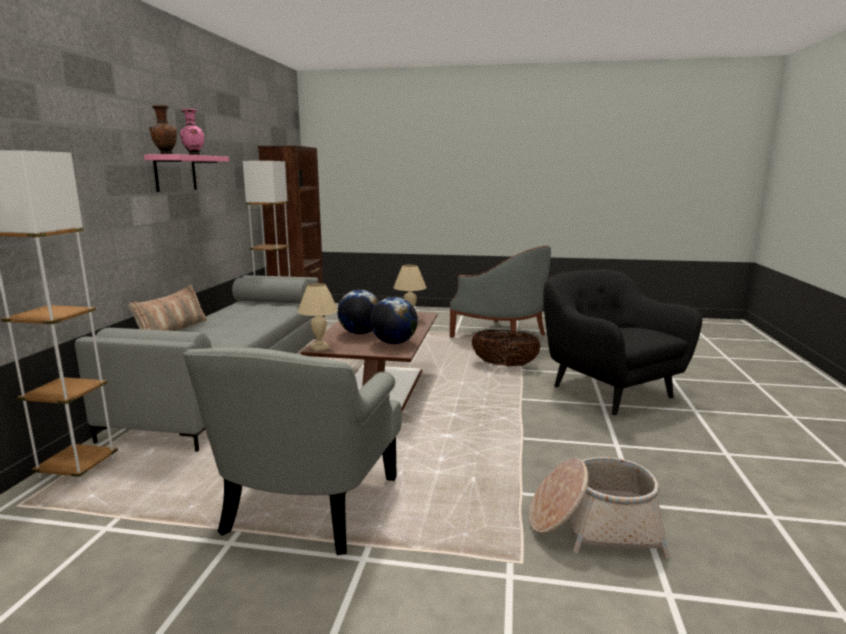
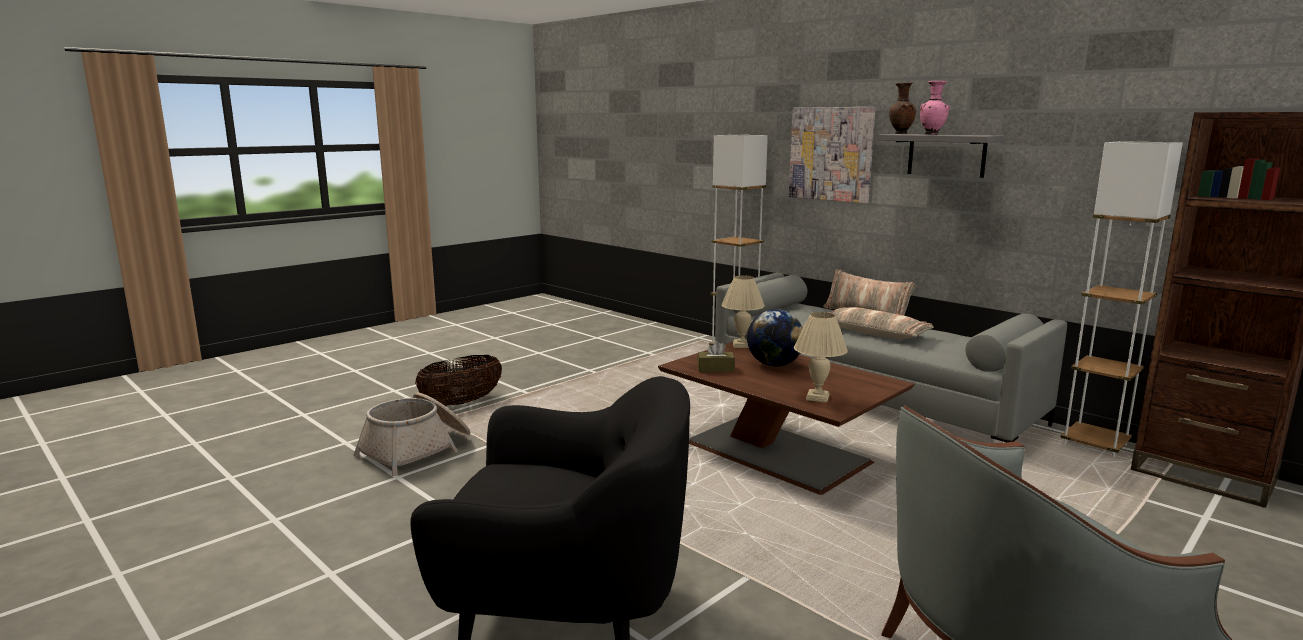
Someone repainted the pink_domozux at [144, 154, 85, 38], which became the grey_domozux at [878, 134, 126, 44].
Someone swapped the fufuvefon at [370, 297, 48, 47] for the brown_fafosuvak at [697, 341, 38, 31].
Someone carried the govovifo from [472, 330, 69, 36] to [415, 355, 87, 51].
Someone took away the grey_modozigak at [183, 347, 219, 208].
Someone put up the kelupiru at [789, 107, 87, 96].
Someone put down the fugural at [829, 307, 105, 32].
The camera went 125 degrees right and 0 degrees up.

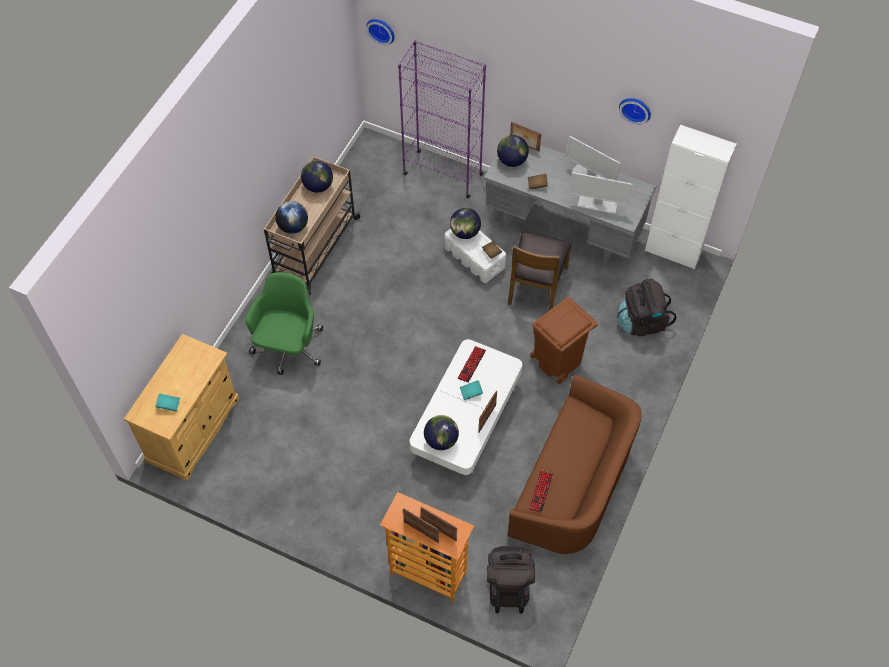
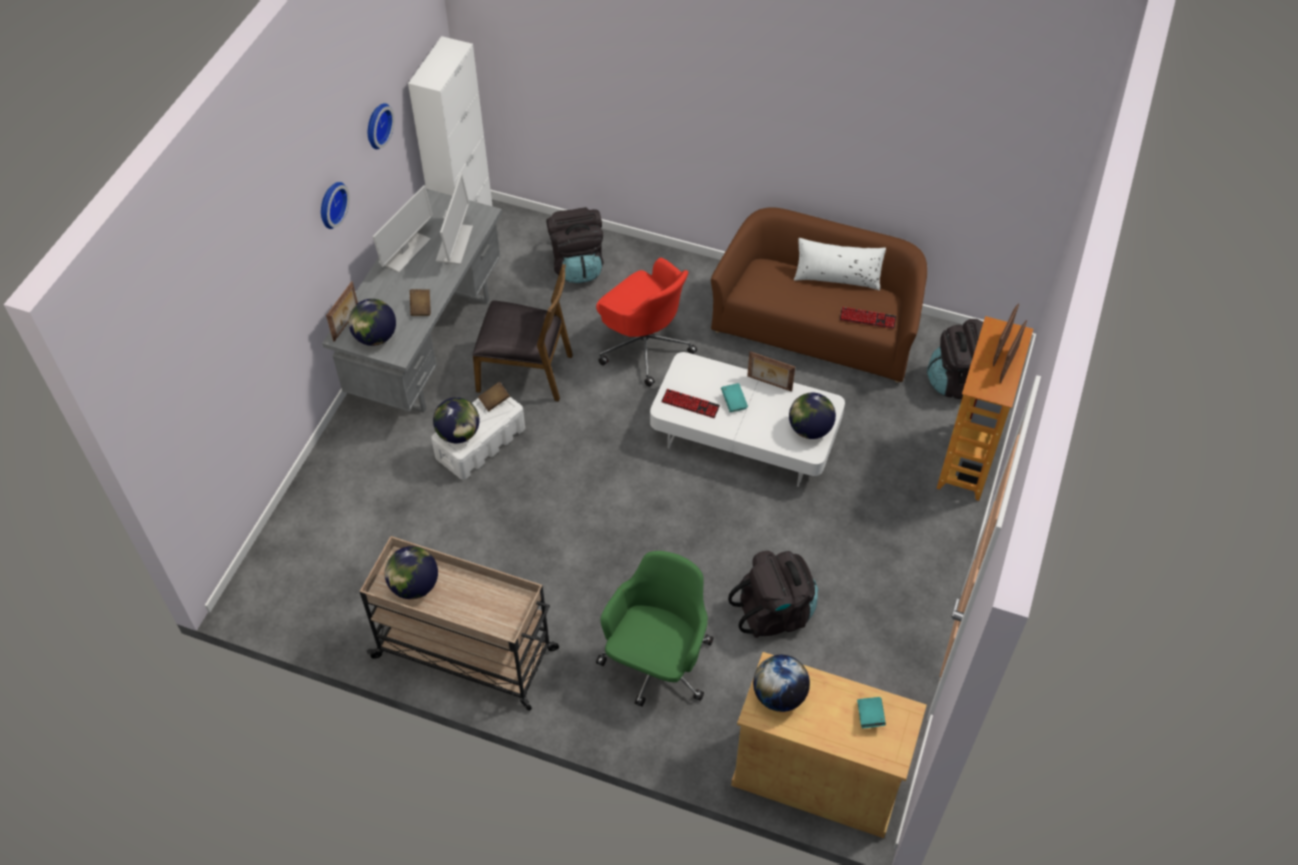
Someone carried the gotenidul from [366, 19, 29, 26] to [321, 182, 29, 47].
Someone took away the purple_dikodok at [398, 40, 88, 158].
Someone carried the fufuvefon from [275, 201, 33, 33] to [753, 655, 57, 57].
Someone rotated the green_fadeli at [245, 272, 78, 103] by 105 degrees clockwise.
Someone swapped the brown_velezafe at [530, 297, 68, 87] for the red_fadeli at [596, 258, 101, 129].
Someone put down the white_fugural at [794, 238, 92, 53].
Someone put down the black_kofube at [728, 551, 90, 87].
The camera went 95 degrees left and 5 degrees down.

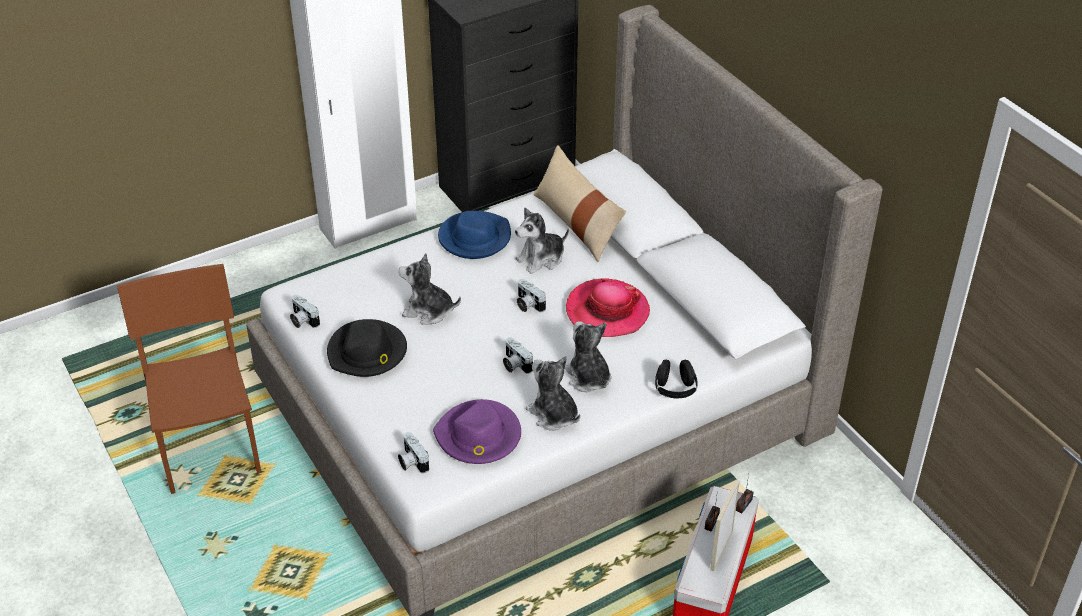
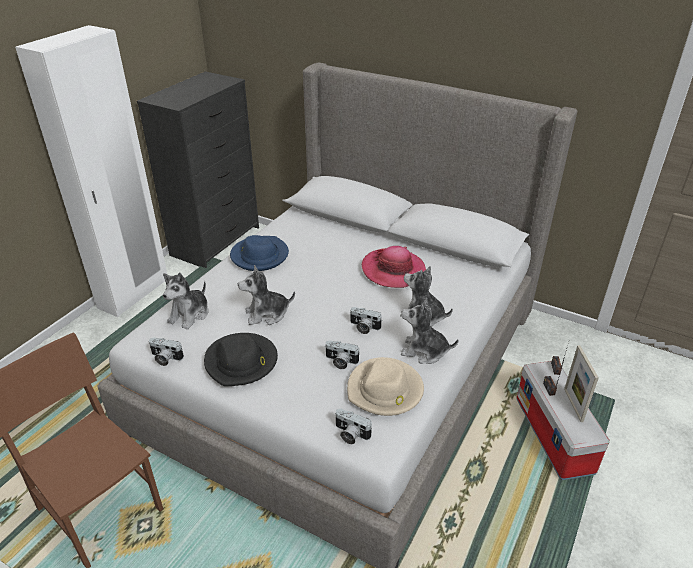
Someone took away the beige_fugural at [533, 145, 93, 117].
Someone carried the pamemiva from [515, 208, 54, 66] to [163, 273, 46, 57].
Someone carried the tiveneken from [517, 279, 29, 33] to [325, 341, 35, 28].
Someone took away the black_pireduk at [655, 360, 43, 39].
Someone repainted the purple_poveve at [433, 399, 88, 65], which became the beige_poveve at [347, 357, 77, 59].
The camera went 30 degrees left and 5 degrees down.

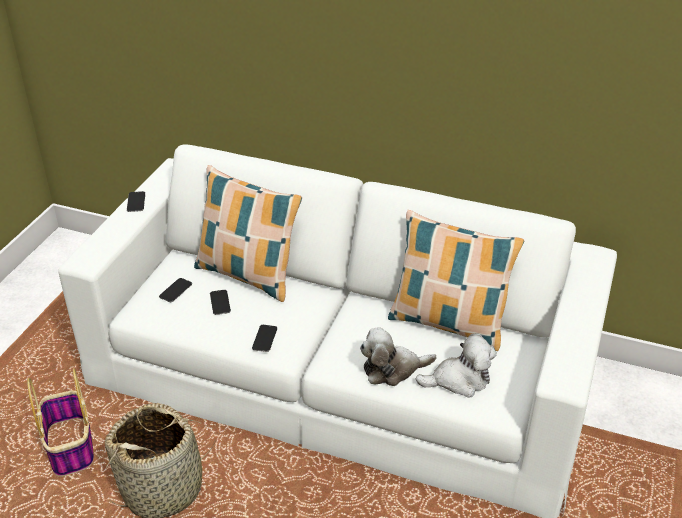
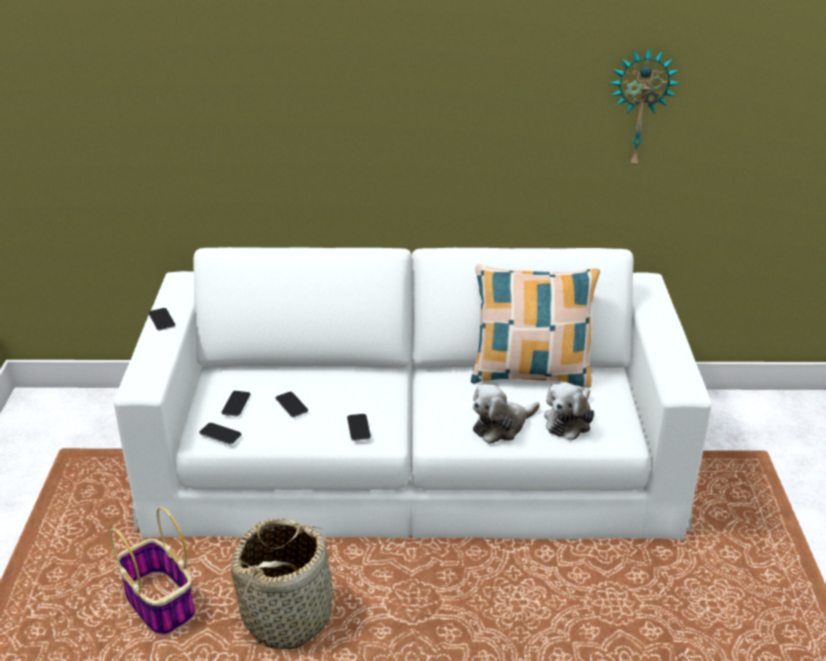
Someone took away the fugural at [194, 165, 108, 137].
Someone rotated the pamemiva at [416, 333, 81, 65] by 150 degrees clockwise.
Someone put up the gotenidul at [610, 47, 70, 122].
Someone put down the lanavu at [199, 423, 43, 22].
The camera went 20 degrees left and 5 degrees down.

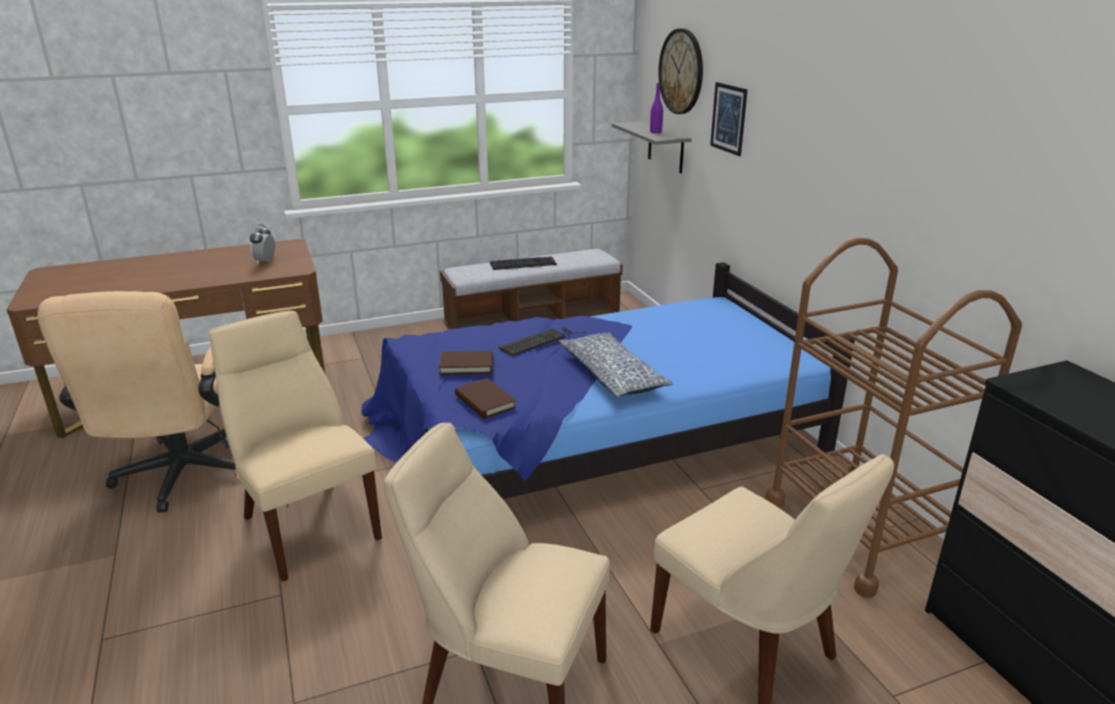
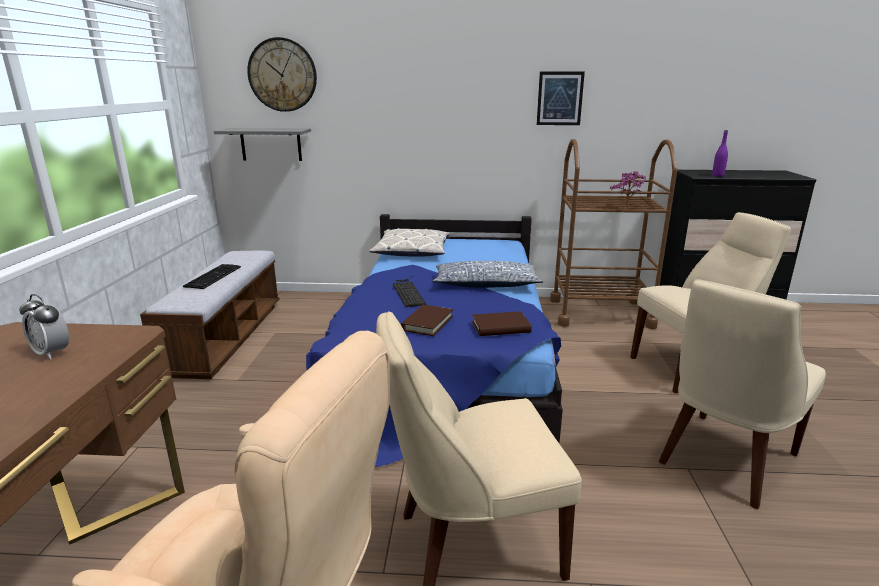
Someone carried the kelupiru from [710, 82, 38, 74] to [537, 72, 48, 53].
Someone carried the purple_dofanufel from [650, 83, 13, 50] to [712, 130, 16, 47].
Someone put down the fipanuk at [610, 171, 36, 37].
Someone put down the fugural at [369, 228, 81, 28].
The camera went 65 degrees left and 5 degrees down.

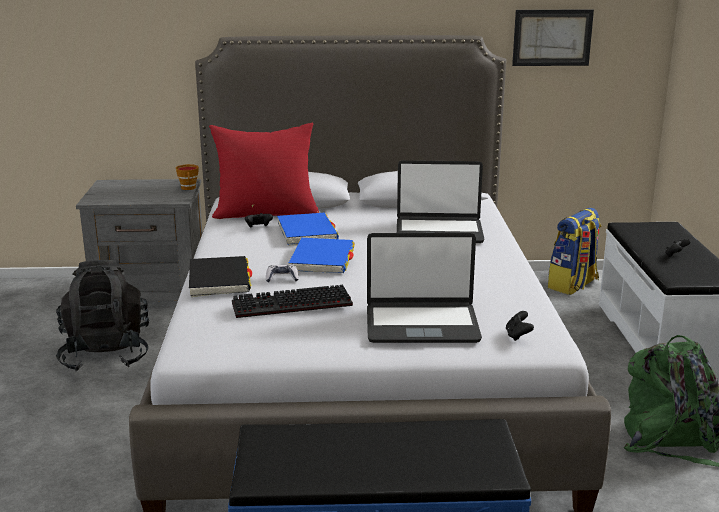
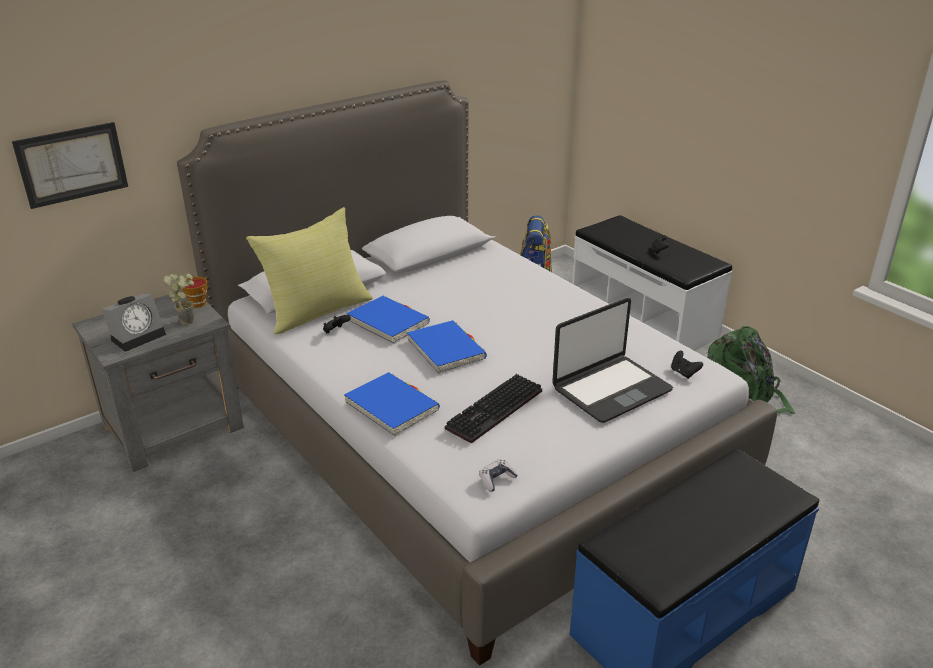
Someone carried the kelupiru from [512, 9, 82, 57] to [12, 122, 116, 87].
Someone repainted the red_fugural at [209, 123, 111, 96], which became the yellow_fugural at [246, 207, 127, 127].
Someone took away the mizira at [397, 160, 88, 83].
Someone repainted the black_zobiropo at [189, 256, 63, 41], which became the blue_zobiropo at [344, 372, 96, 64].
Someone took away the black_kofube at [56, 260, 93, 111].
Someone carried the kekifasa from [266, 264, 33, 18] to [479, 459, 39, 33].
Someone put down the fipanuk at [164, 274, 30, 51].
Someone put down the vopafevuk at [101, 294, 65, 58].
The camera went 35 degrees left and 10 degrees up.

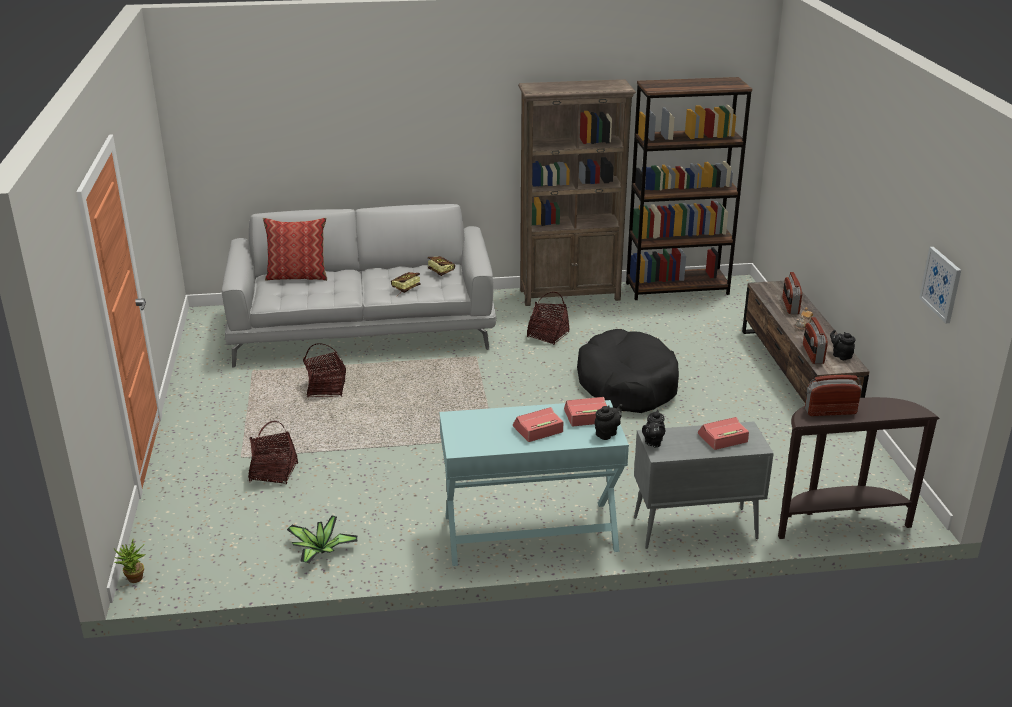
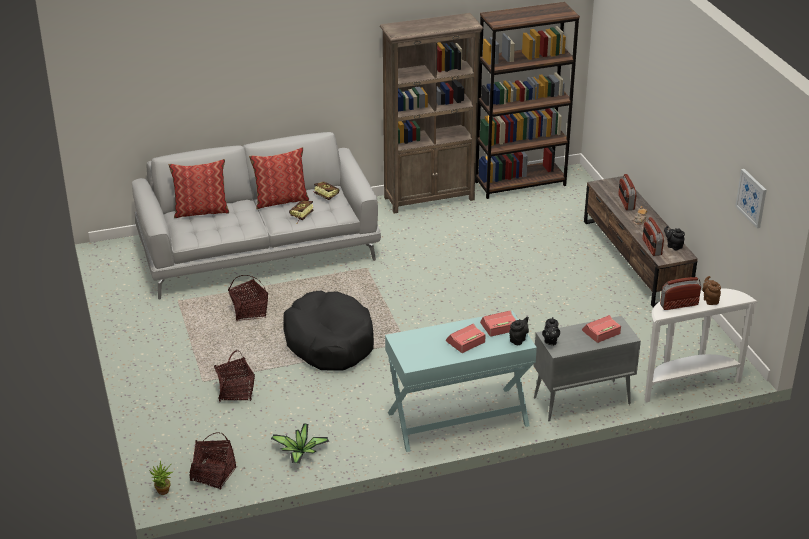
Someone carried the govovifo from [527, 292, 42, 53] to [189, 432, 47, 58].
Someone carried the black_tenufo from [577, 329, 102, 84] to [283, 290, 91, 81].
Someone repainted the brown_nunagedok at [778, 397, 162, 142], which became the white_nunagedok at [645, 288, 113, 114].
Someone put down the fugural at [249, 147, 60, 62].
Someone put down the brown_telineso at [702, 276, 19, 29].
The camera went 10 degrees left and 5 degrees up.

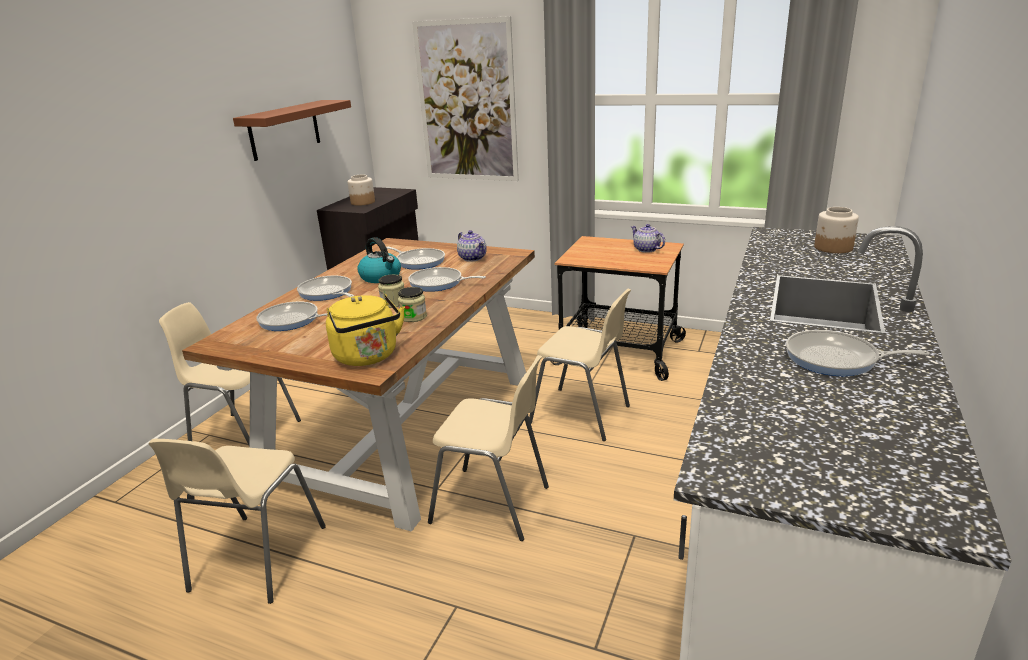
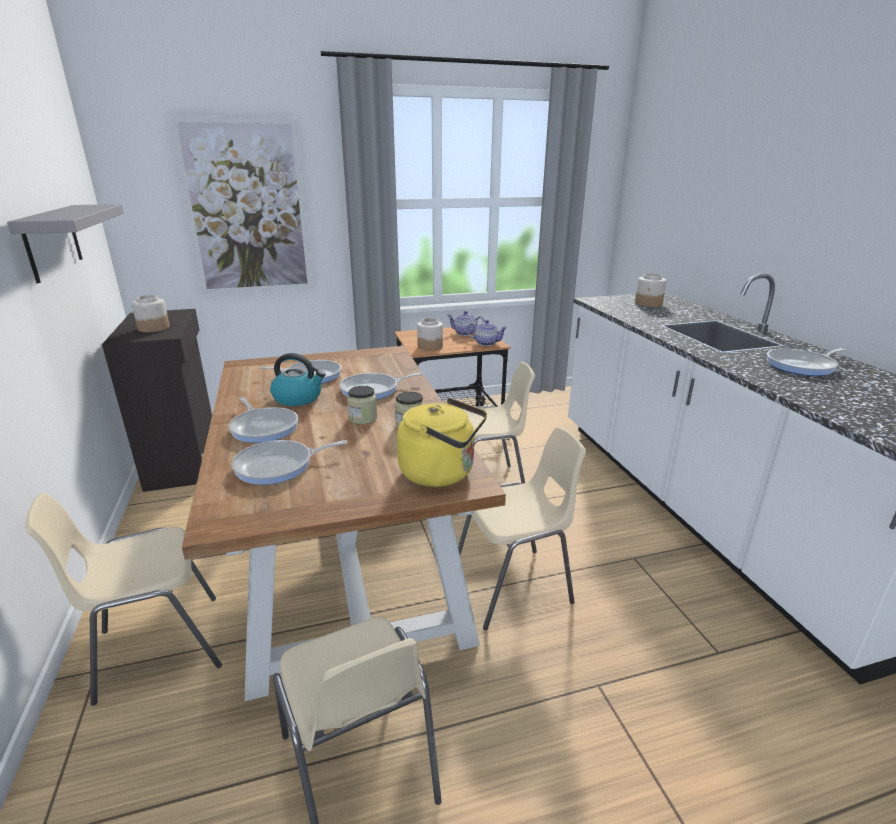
Someone repainted the brown_domozux at [233, 100, 118, 61], which became the grey_domozux at [7, 204, 117, 79].
Someone carried the telineso from [457, 230, 30, 32] to [467, 320, 41, 26].
Someone rotated the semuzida at [297, 276, 57, 25] by 135 degrees counterclockwise.
Someone put down the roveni at [417, 318, 26, 33].
The camera went 40 degrees left and 0 degrees up.

